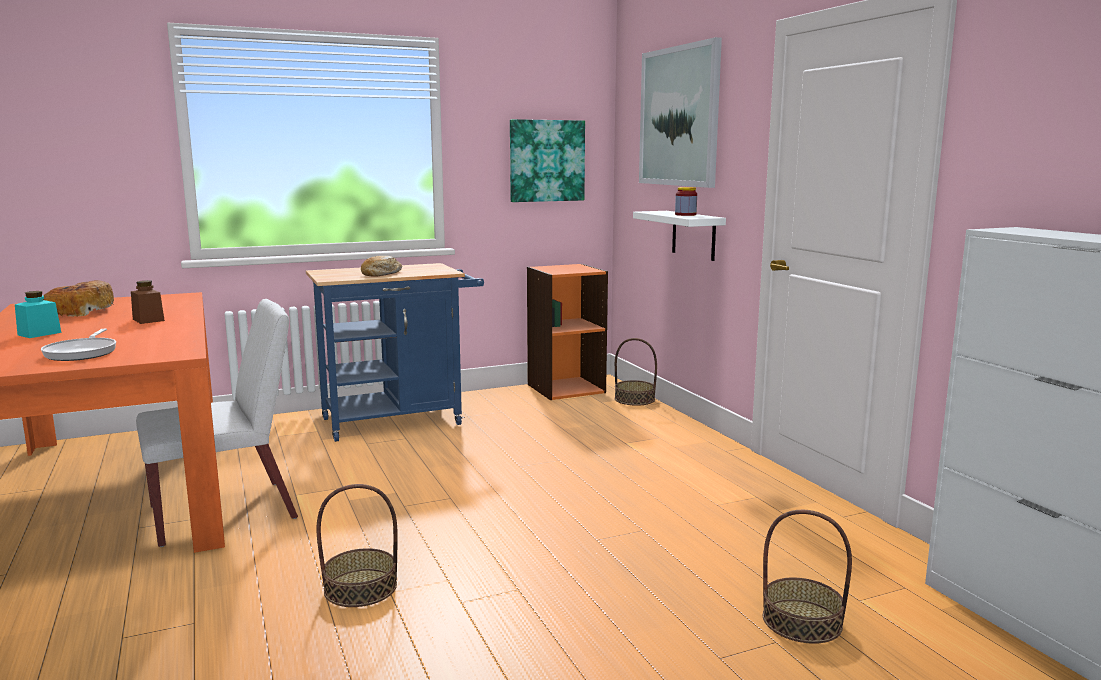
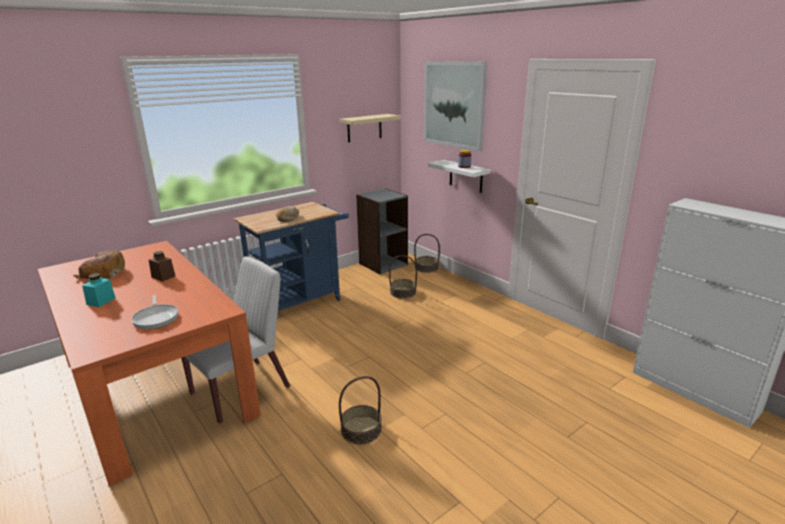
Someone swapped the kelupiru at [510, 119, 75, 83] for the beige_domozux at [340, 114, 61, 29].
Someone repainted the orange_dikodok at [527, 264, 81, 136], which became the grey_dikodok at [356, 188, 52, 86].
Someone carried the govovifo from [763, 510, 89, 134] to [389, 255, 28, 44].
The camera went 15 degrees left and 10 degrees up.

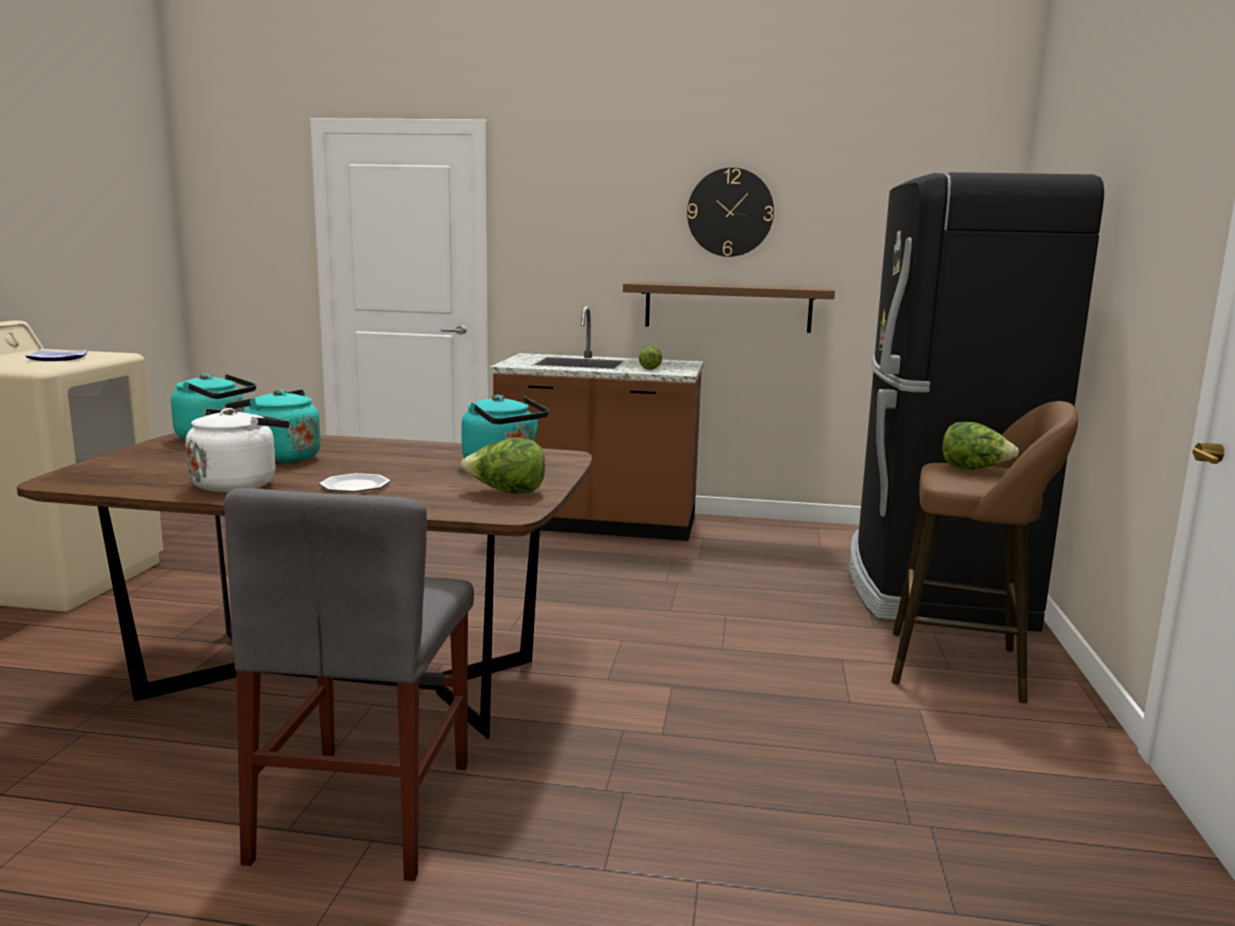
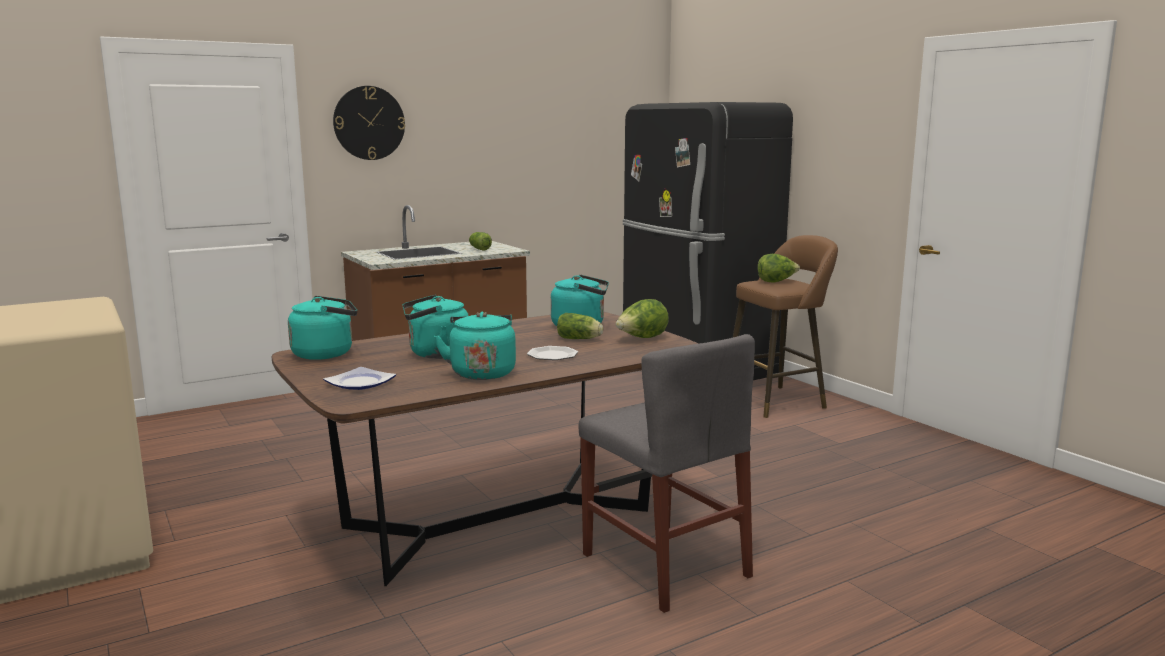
Someone carried the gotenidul from [687, 168, 87, 89] to [333, 86, 72, 74].
Someone took away the brown_domozux at [623, 281, 212, 52].
Someone carried the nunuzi from [26, 350, 62, 11] to [323, 367, 73, 23].
Someone repainted the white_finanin at [186, 408, 104, 85], which became the turquoise_finanin at [434, 311, 82, 69].
Someone put down the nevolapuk at [557, 313, 46, 26].
The camera went 40 degrees left and 0 degrees up.

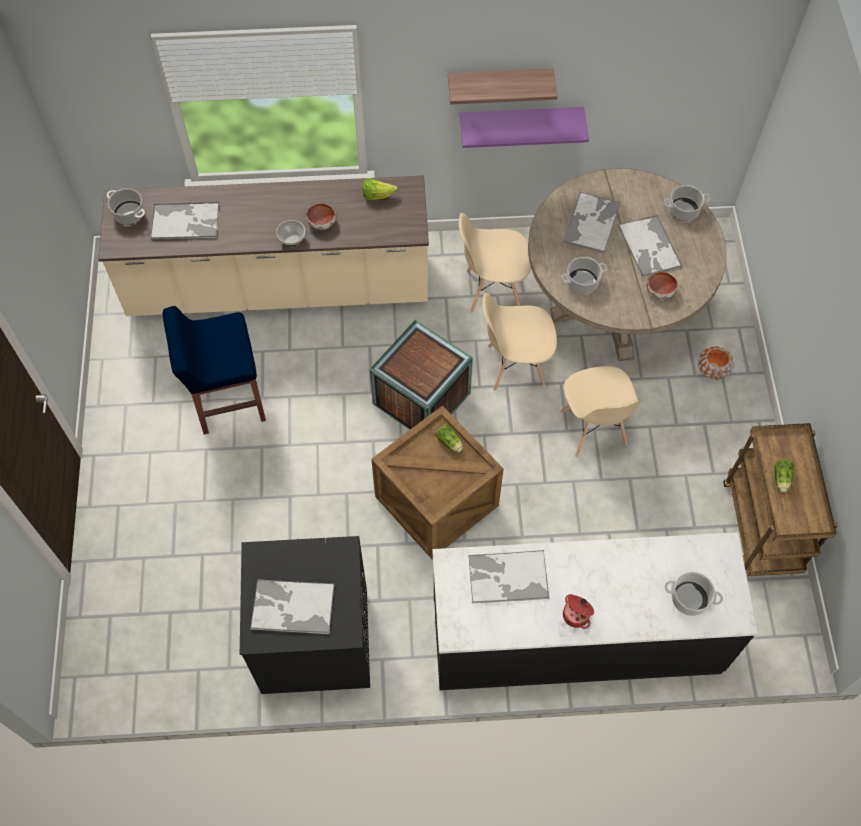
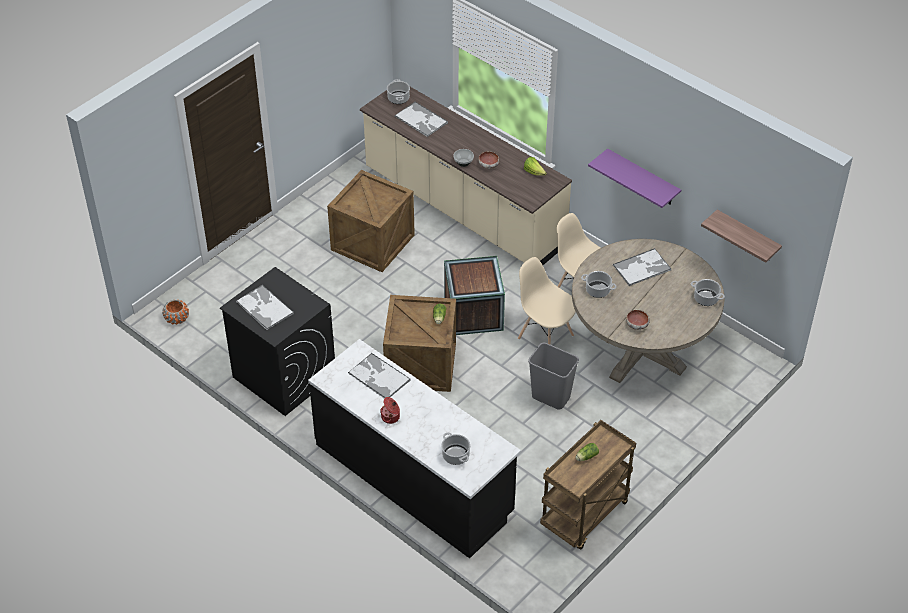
Someone carried the domozux from [448, 68, 110, 36] to [701, 210, 81, 53].
Someone took away the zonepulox at [618, 215, 64, 62].
Someone swapped the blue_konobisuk at [163, 306, 103, 129] for the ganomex at [327, 170, 88, 102].
Someone carried the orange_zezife from [698, 346, 36, 34] to [162, 300, 27, 25].
Someone swapped the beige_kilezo at [561, 366, 80, 91] for the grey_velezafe at [528, 343, 51, 67].
The camera went 45 degrees right and 15 degrees down.

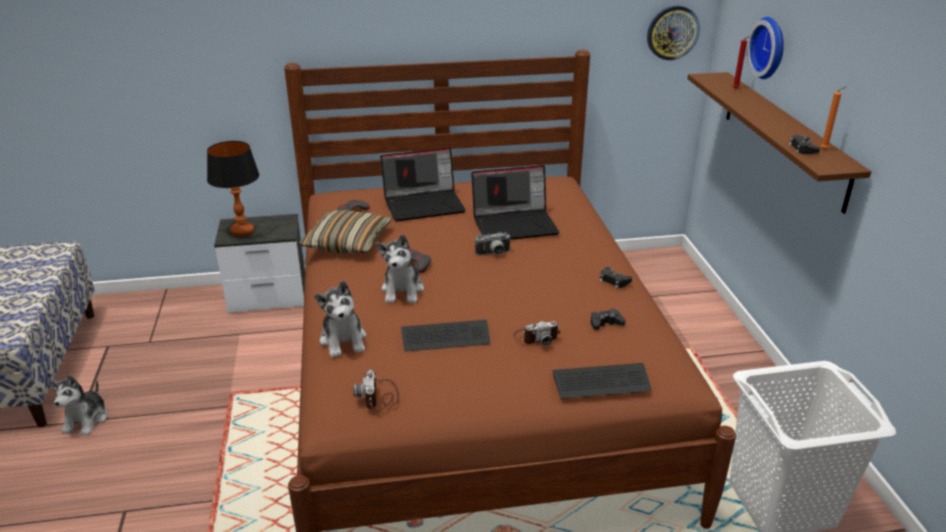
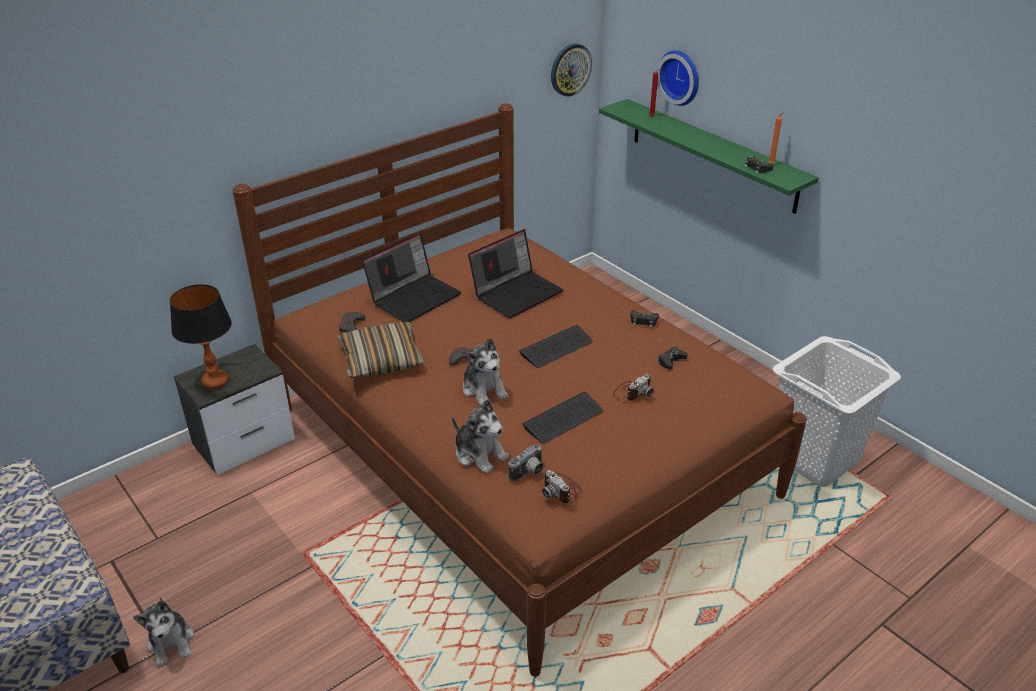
Someone repainted the brown_domozux at [687, 72, 184, 142], which became the green_domozux at [599, 99, 220, 115].
Someone carried the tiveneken from [475, 232, 35, 23] to [509, 444, 34, 38].
Someone carried the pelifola from [552, 363, 99, 36] to [519, 325, 74, 43].
The camera went 30 degrees left and 5 degrees up.

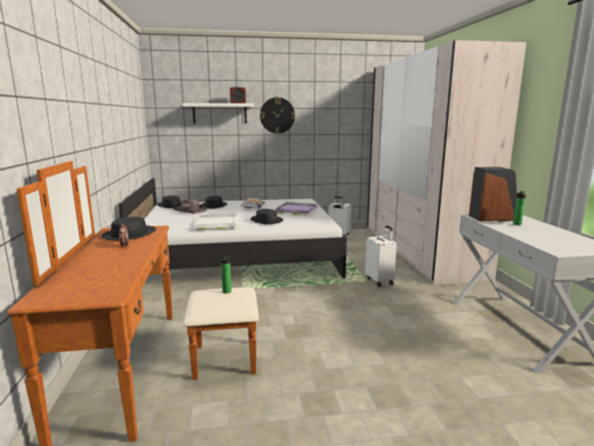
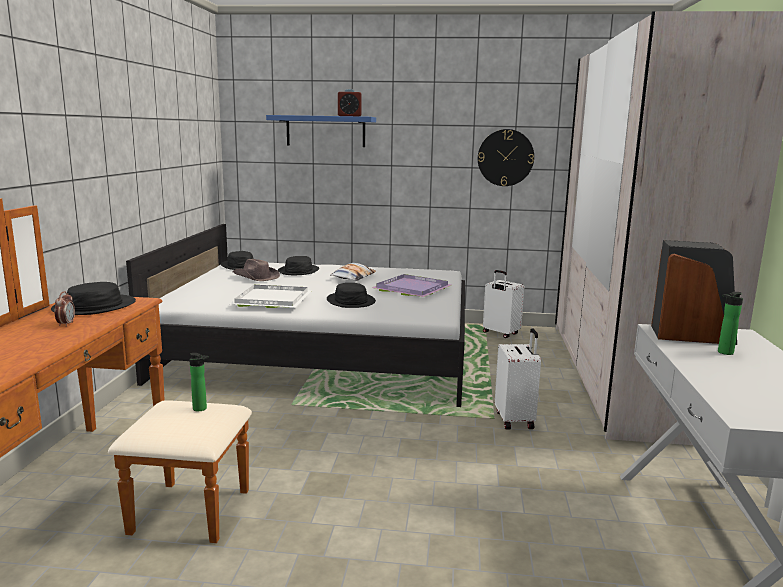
Someone carried the gotenidul from [260, 97, 35, 37] to [478, 129, 56, 57].
Someone repainted the white_domozux at [183, 103, 71, 20], which became the blue_domozux at [266, 115, 110, 32].
The camera went 15 degrees right and 0 degrees up.

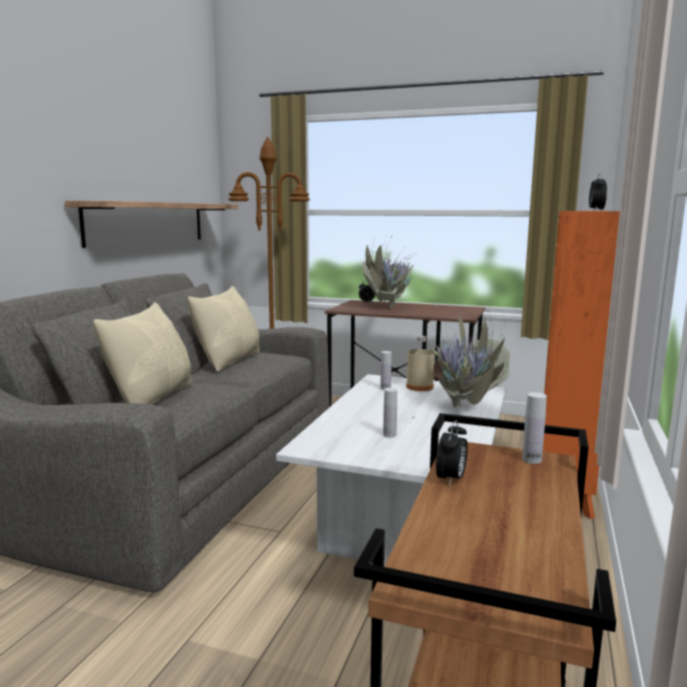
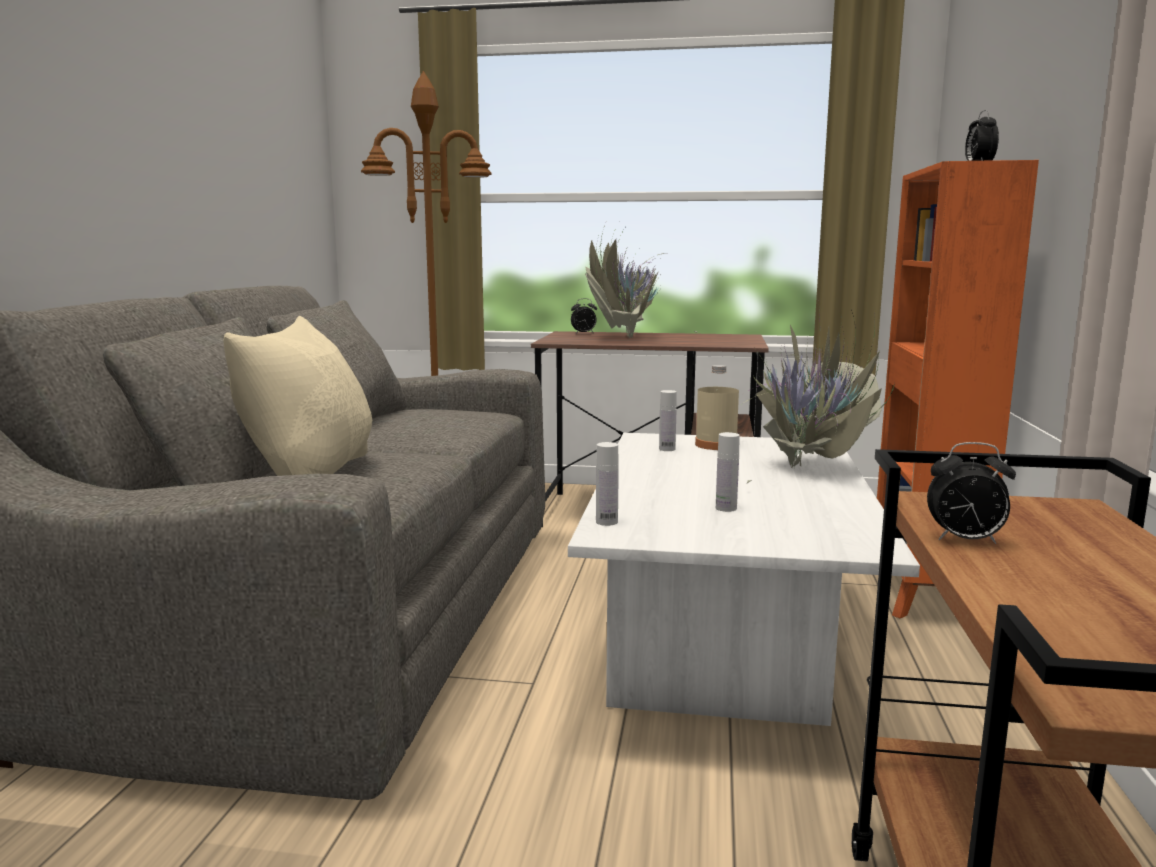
Someone took away the domozux at [65, 201, 173, 47].
Someone took away the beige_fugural at [188, 286, 72, 86].
Someone carried the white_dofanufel from [522, 392, 25, 72] to [596, 442, 23, 84].
Someone rotated the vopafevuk at [436, 420, 32, 66] by 90 degrees clockwise.
The camera went 10 degrees left and 0 degrees up.

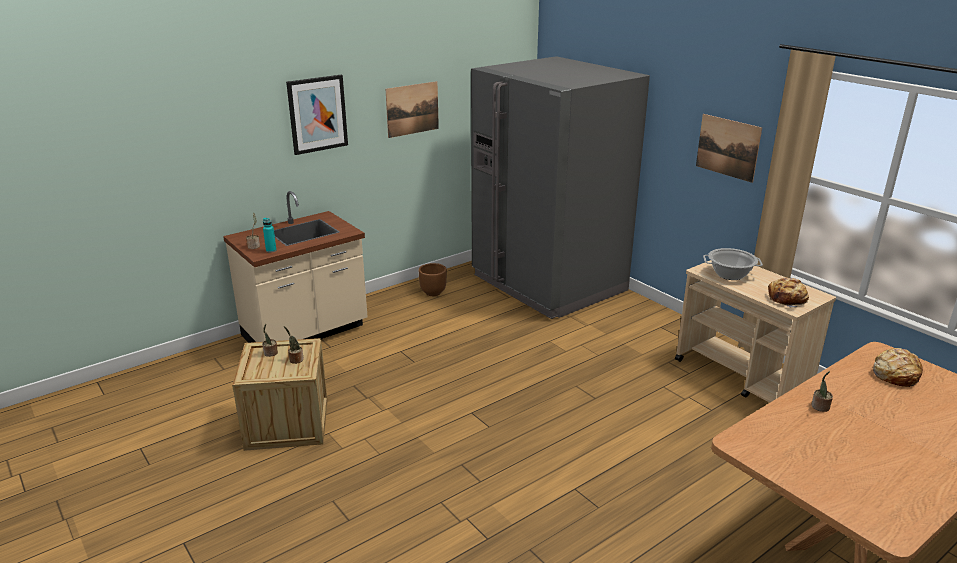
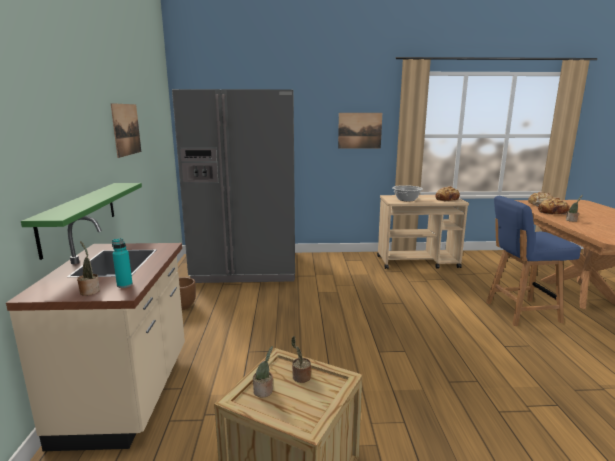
Someone took away the kelupiru at [286, 75, 62, 80].
Someone put up the green_domozux at [21, 183, 121, 77].
Someone put down the blue_kilezo at [486, 196, 95, 130].
Someone put down the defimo at [538, 198, 32, 16].
The camera went 55 degrees left and 10 degrees down.

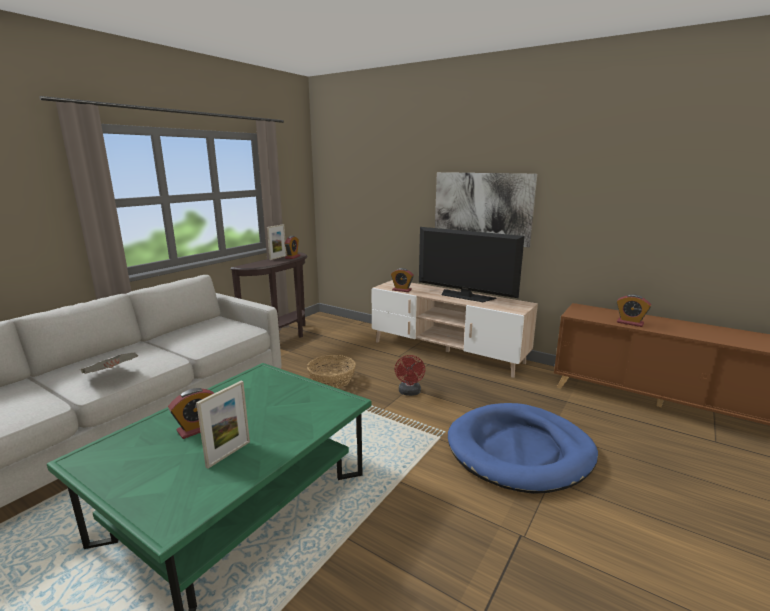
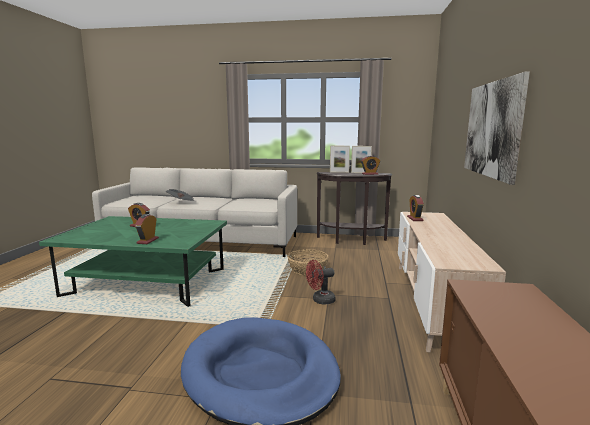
Someone took away the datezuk at [419, 227, 105, 75].
Someone carried the vopafevuk from [617, 294, 34, 33] to [135, 214, 24, 30].
Someone carried the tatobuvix from [196, 381, 54, 88] to [330, 146, 20, 27].
The camera went 65 degrees right and 5 degrees down.

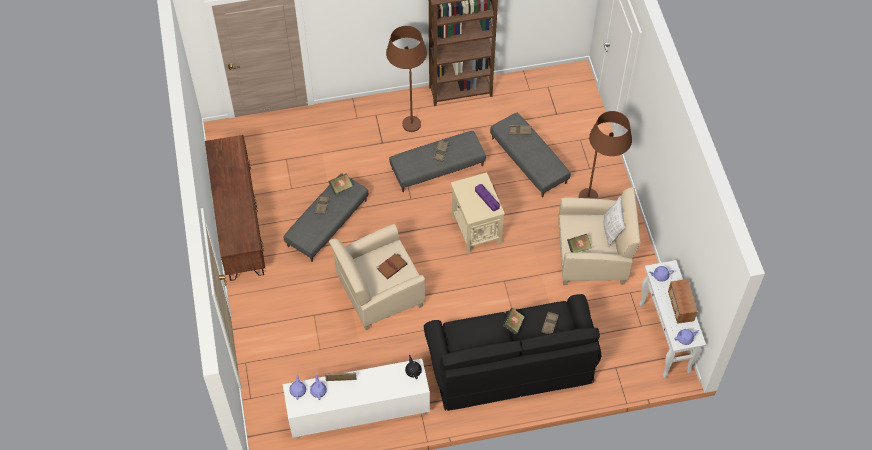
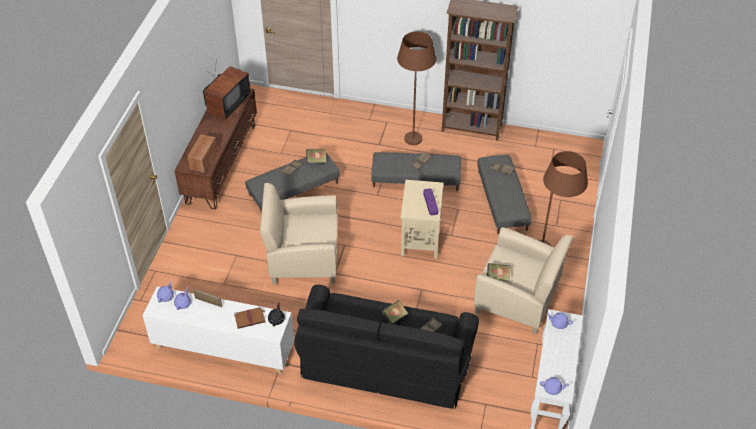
Someone took away the fugural at [604, 196, 21, 52].
Someone carried the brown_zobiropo from [377, 253, 30, 26] to [234, 307, 31, 22].
Someone carried the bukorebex from [668, 279, 30, 45] to [187, 134, 31, 39].
Someone put down the datezuk at [203, 60, 48, 60].
The camera went 25 degrees right and 10 degrees down.

